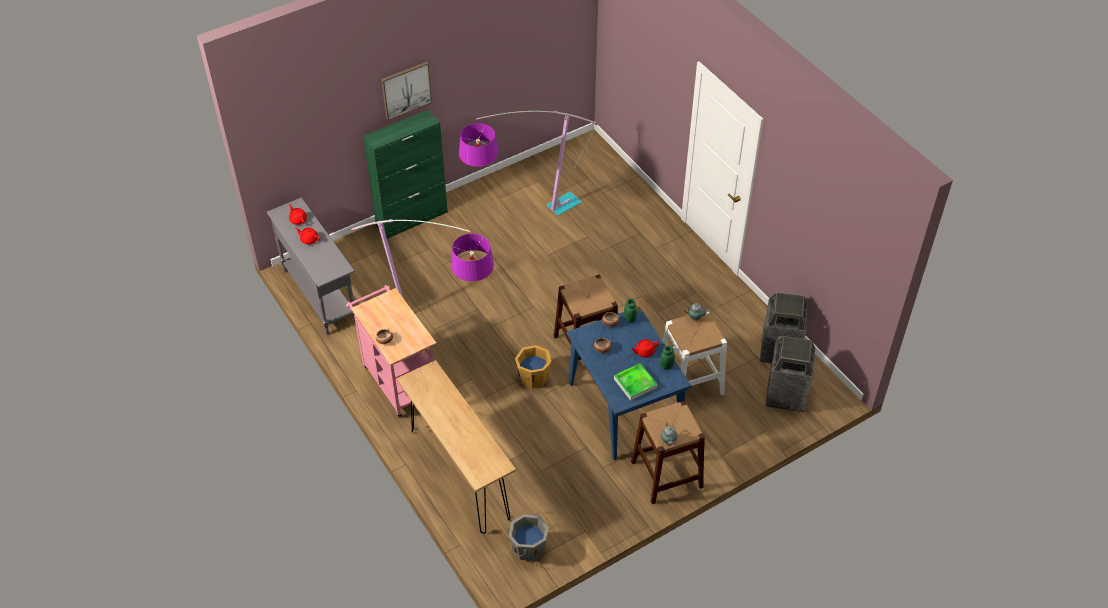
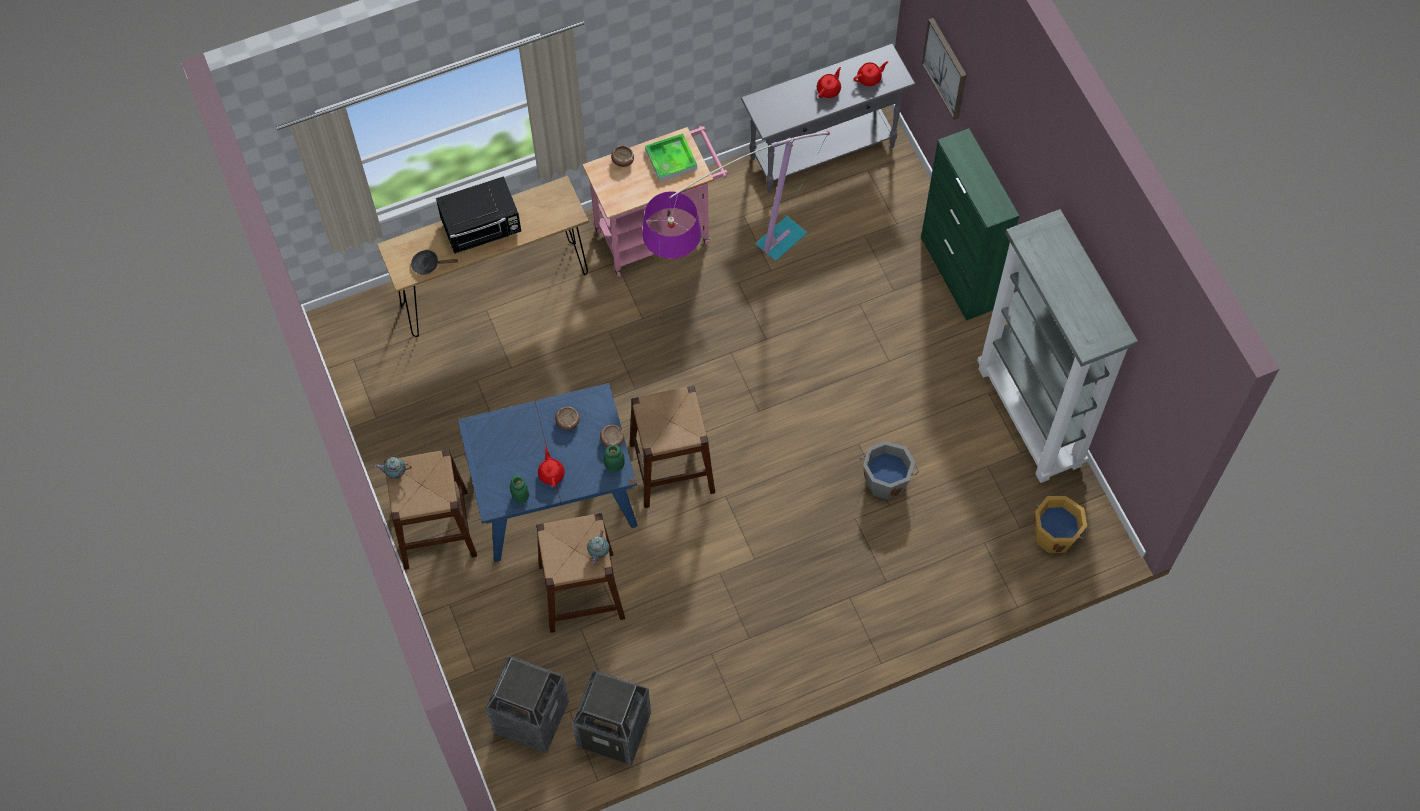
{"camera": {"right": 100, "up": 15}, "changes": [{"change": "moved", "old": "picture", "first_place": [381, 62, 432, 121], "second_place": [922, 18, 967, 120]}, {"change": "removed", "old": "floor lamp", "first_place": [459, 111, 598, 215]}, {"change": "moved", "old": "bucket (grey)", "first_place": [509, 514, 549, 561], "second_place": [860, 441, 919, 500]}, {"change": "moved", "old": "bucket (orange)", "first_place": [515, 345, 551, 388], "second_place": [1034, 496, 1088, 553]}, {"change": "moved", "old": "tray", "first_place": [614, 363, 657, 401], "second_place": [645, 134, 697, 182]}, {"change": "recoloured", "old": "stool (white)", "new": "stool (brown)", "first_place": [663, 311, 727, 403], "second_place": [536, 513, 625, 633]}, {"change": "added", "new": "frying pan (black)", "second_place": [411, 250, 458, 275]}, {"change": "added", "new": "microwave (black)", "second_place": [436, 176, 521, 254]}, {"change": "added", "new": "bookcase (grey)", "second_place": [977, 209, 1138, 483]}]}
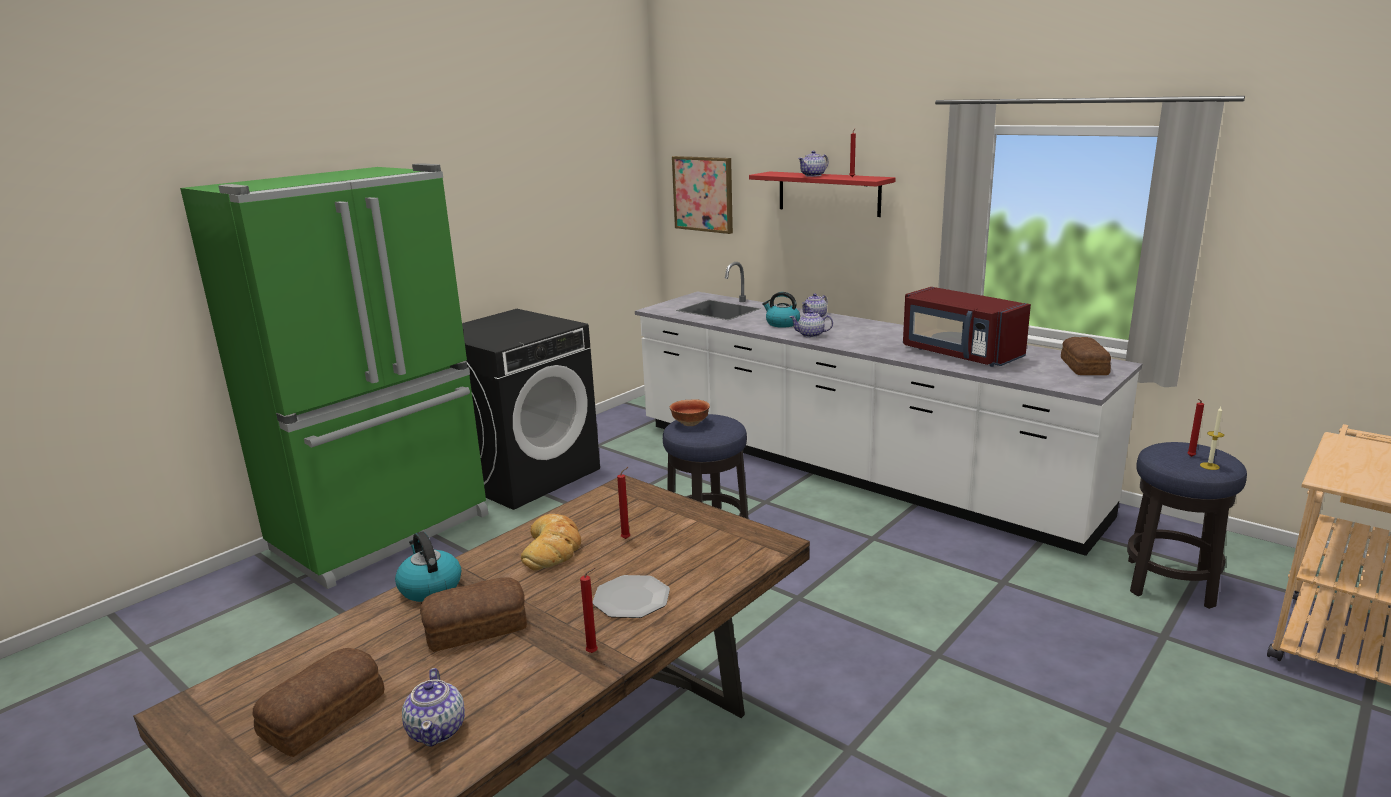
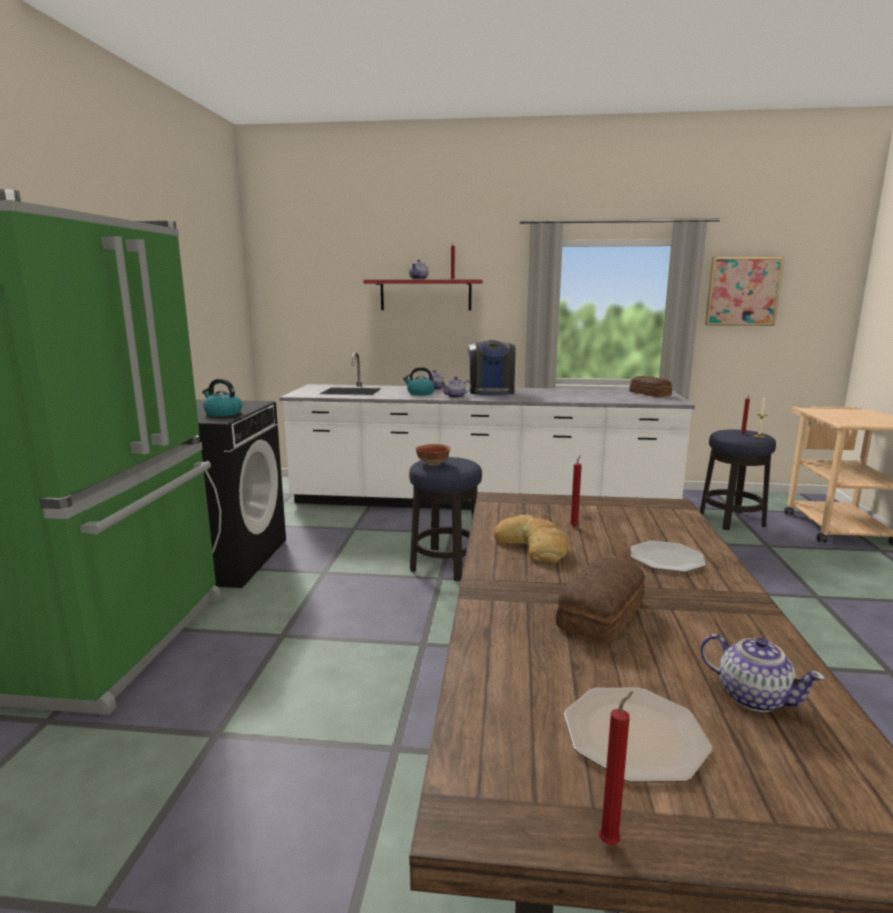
{"camera": {"right": -35, "up": -5}, "changes": [{"change": "replaced", "old": "bread", "new": "plate", "first_place": [253, 648, 385, 757], "second_place": [564, 687, 712, 782]}, {"change": "moved", "old": "kettle", "first_place": [395, 531, 461, 602], "second_place": [202, 379, 242, 417]}, {"change": "moved", "old": "candle (red)", "first_place": [580, 568, 598, 653], "second_place": [599, 691, 633, 845]}, {"change": "moved", "old": "picture", "first_place": [672, 156, 733, 234], "second_place": [705, 257, 784, 326]}, {"change": "removed", "old": "microwave (red)", "first_place": [903, 287, 1031, 367]}, {"change": "added", "new": "coffee machine", "second_place": [468, 340, 516, 395]}]}
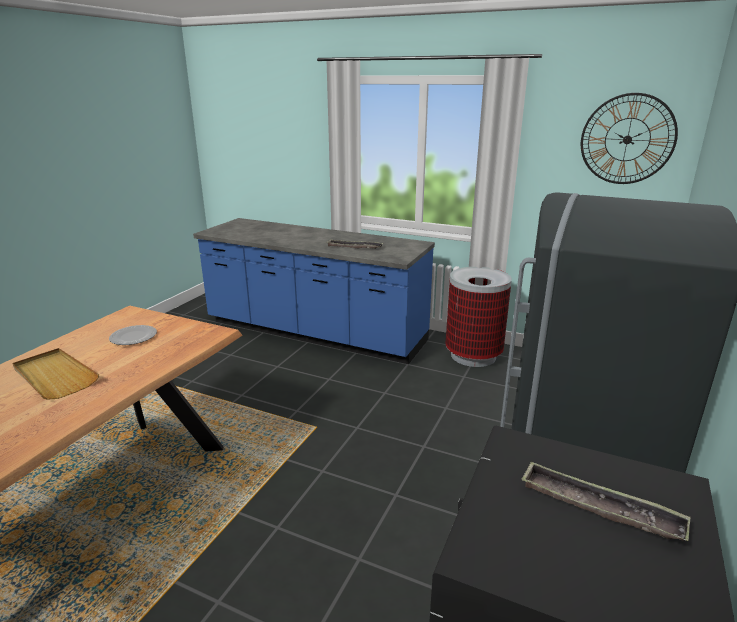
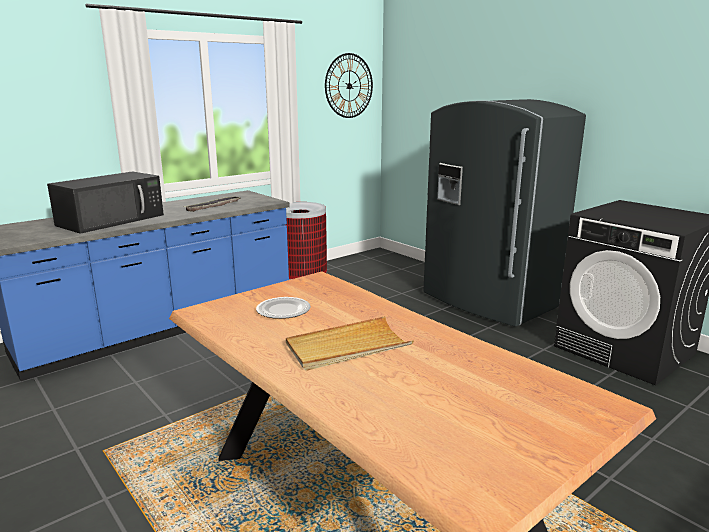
{"camera": {"right": -65, "up": -5}, "changes": [{"change": "removed", "old": "tray", "first_place": [521, 461, 691, 541]}, {"change": "added", "new": "microwave (black)", "second_place": [47, 171, 164, 234]}]}
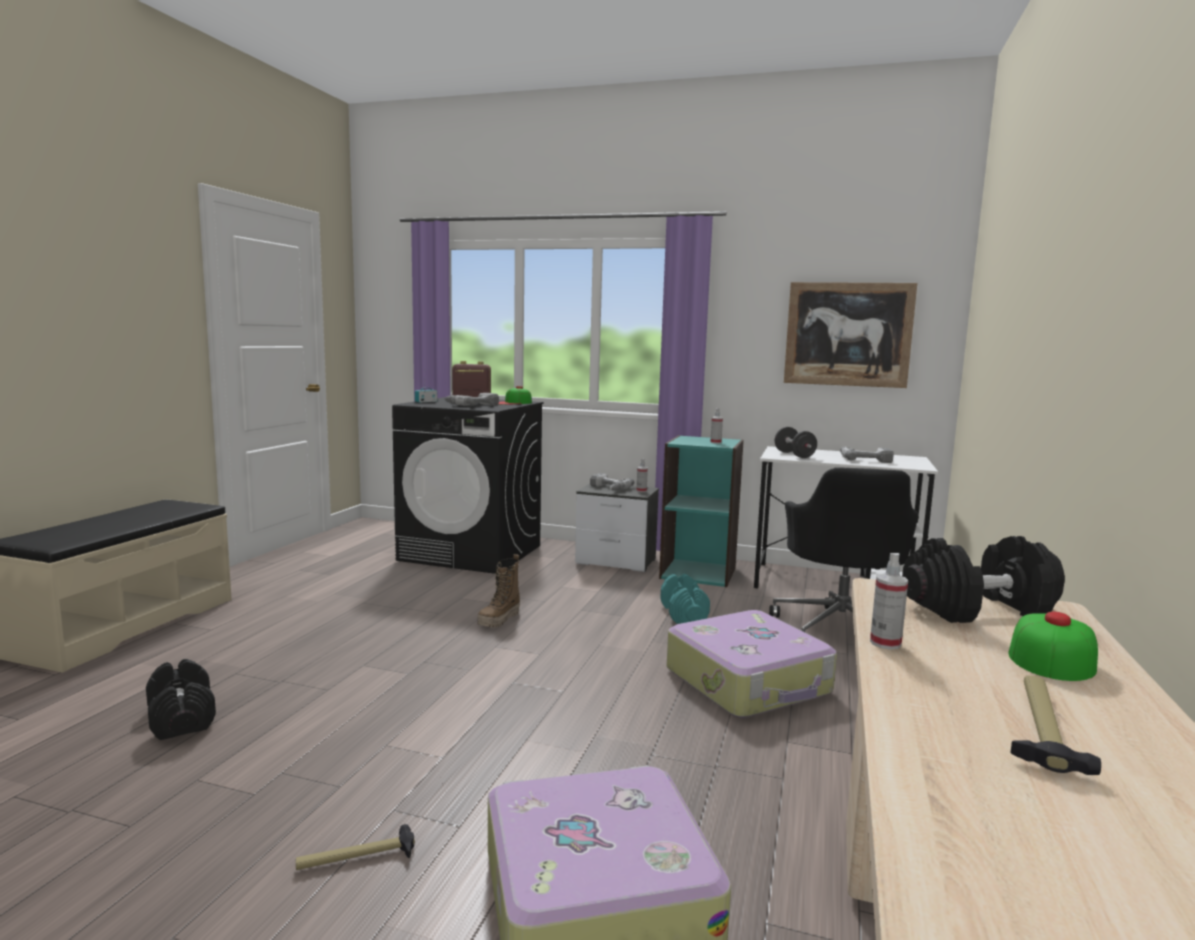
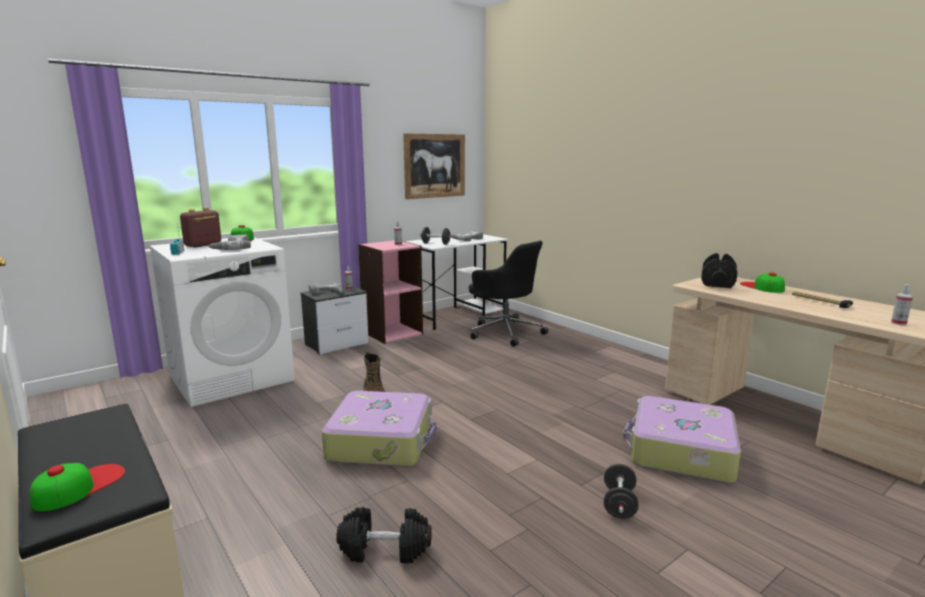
{"camera": {"right": -55, "up": 5}, "changes": [{"change": "replaced", "old": "hammer", "new": "dumbbell (black)", "first_place": [296, 824, 415, 870], "second_place": [604, 464, 639, 519]}, {"change": "recoloured", "old": "washing machine (black)", "new": "washing machine (white)", "first_place": [392, 397, 543, 574], "second_place": [150, 237, 295, 407]}, {"change": "recoloured", "old": "bookcase (turquoise)", "new": "bookcase (pink)", "first_place": [659, 435, 744, 587], "second_place": [358, 240, 423, 344]}, {"change": "removed", "old": "dumbbell (turquoise)", "first_place": [660, 574, 710, 623]}, {"change": "moved", "old": "suitcase", "first_place": [667, 610, 837, 718], "second_place": [322, 391, 437, 467]}, {"change": "moved", "old": "spray bottle", "first_place": [870, 553, 908, 650], "second_place": [891, 284, 913, 325]}, {"change": "added", "new": "cap", "second_place": [29, 463, 125, 511]}]}
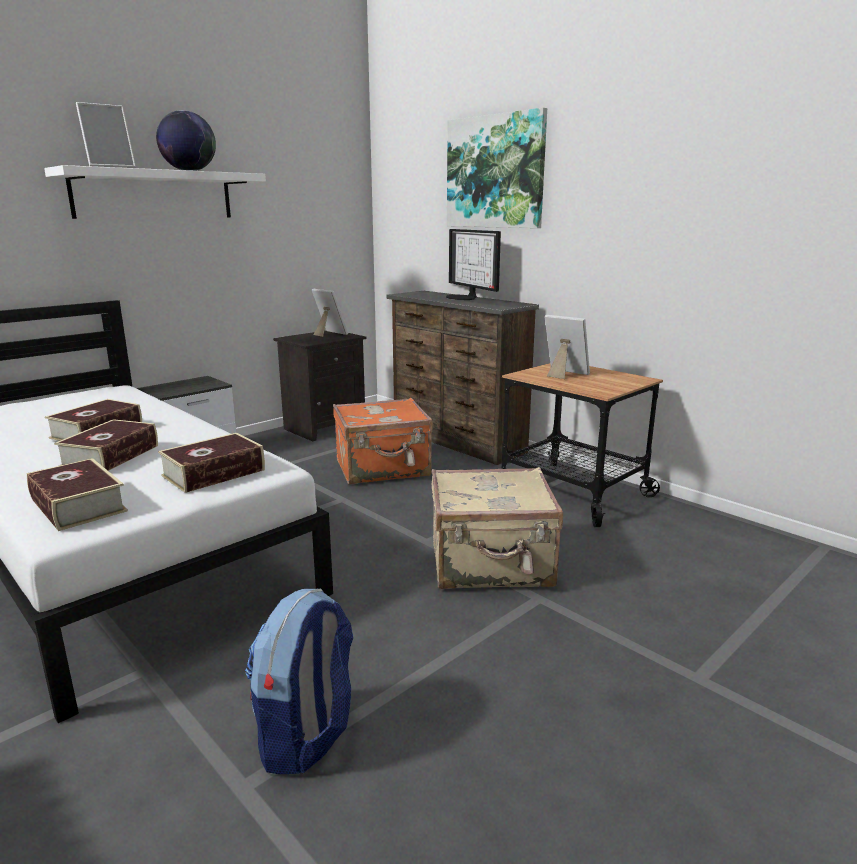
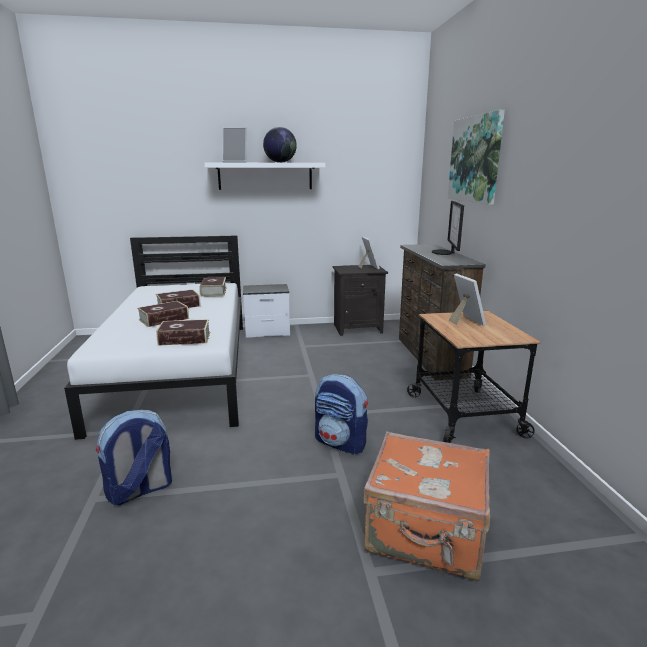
{"camera": {"right": 35, "up": 0}, "changes": [{"change": "moved", "old": "book", "first_place": [27, 458, 128, 531], "second_place": [199, 277, 227, 297]}, {"change": "moved", "old": "suitcase (orange)", "first_place": [333, 398, 433, 485], "second_place": [363, 431, 490, 581]}, {"change": "replaced", "old": "suitcase (beige)", "new": "backpack", "first_place": [432, 467, 563, 589], "second_place": [315, 374, 368, 455]}]}
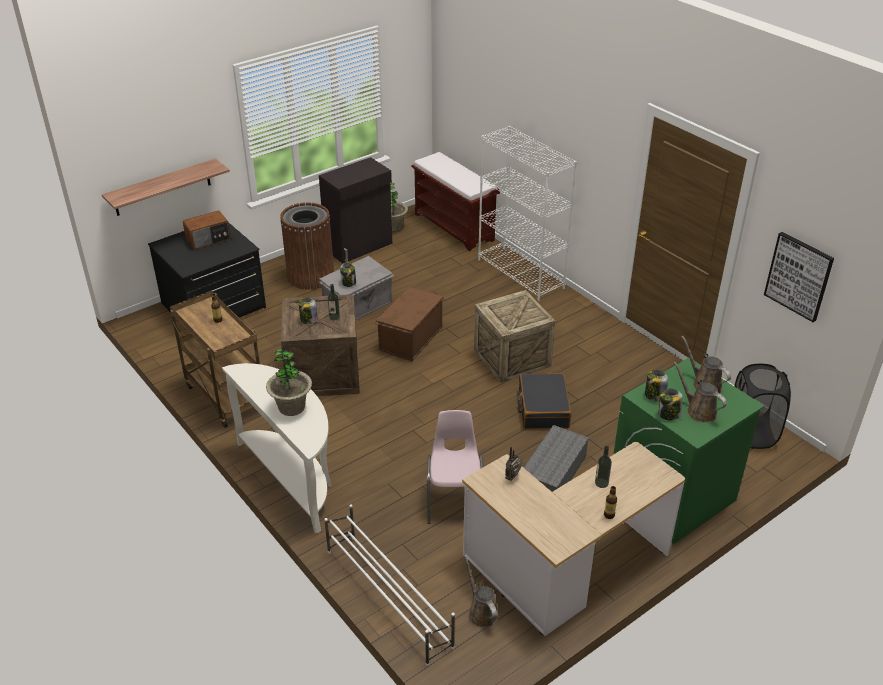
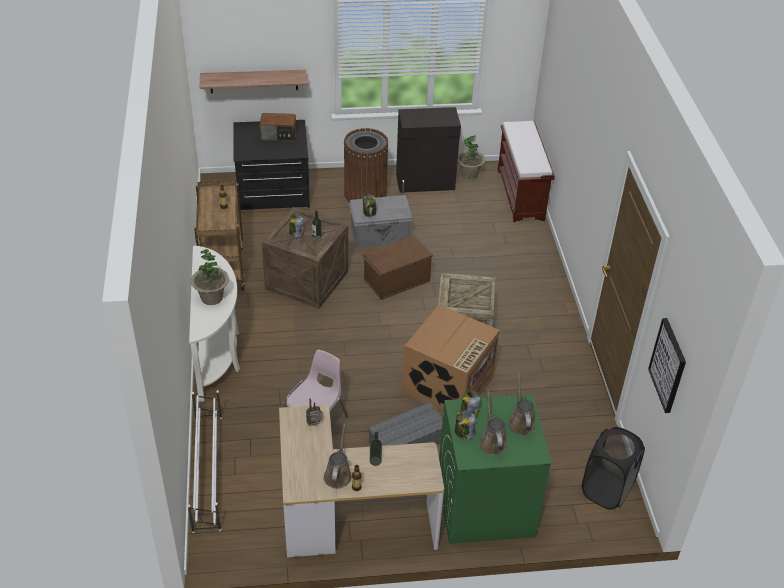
{"camera": {"right": 30, "up": 5}, "changes": [{"change": "moved", "old": "watering can (brown)", "first_place": [465, 557, 499, 628], "second_place": [324, 424, 352, 489]}, {"change": "removed", "old": "bookcase (white)", "first_place": [478, 126, 577, 301]}, {"change": "replaced", "old": "suitcase (black)", "new": "cardboard box", "first_place": [518, 373, 571, 429], "second_place": [402, 305, 500, 411]}]}
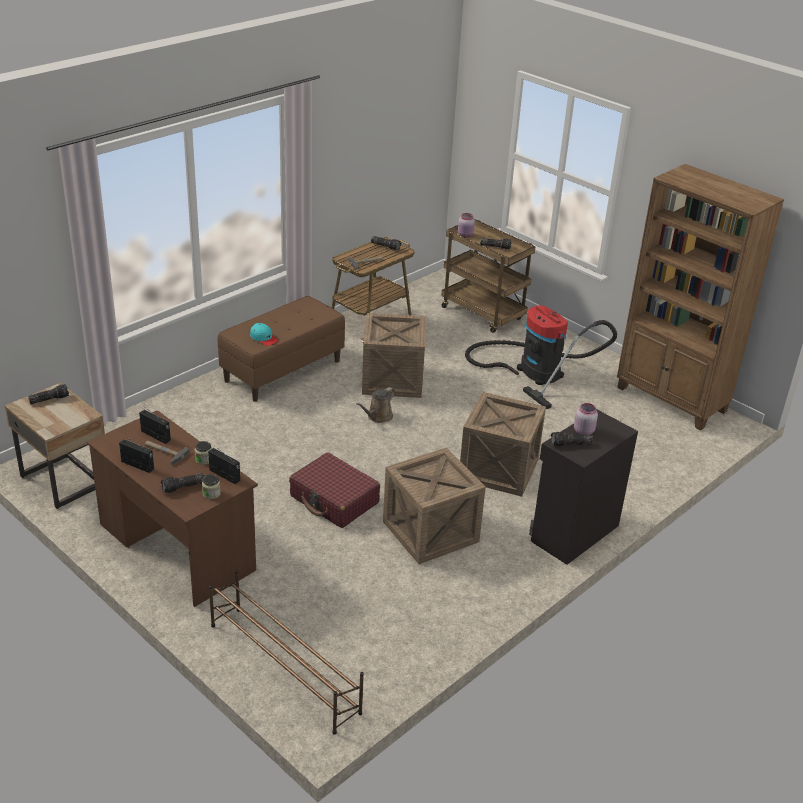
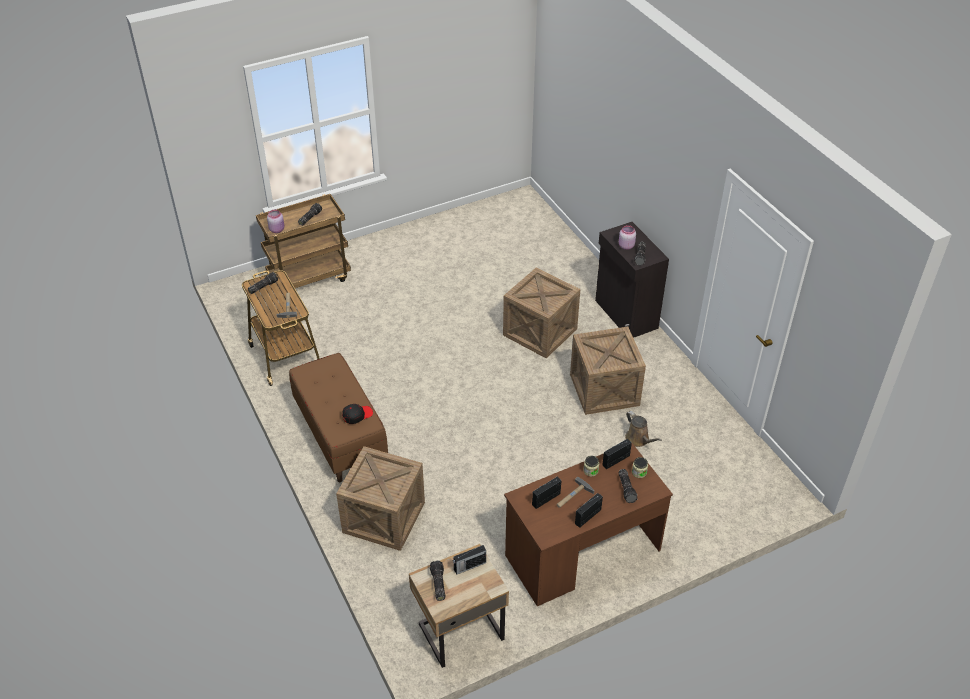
{"camera": {"right": -70, "up": 10}, "changes": [{"change": "removed", "old": "shoe rack (brown)", "first_place": [209, 570, 364, 735]}, {"change": "recoloured", "old": "cap (turquoise)", "new": "cap (black)", "first_place": [250, 323, 278, 346], "second_place": [342, 404, 373, 424]}, {"change": "removed", "old": "suitcase (red)", "first_place": [289, 452, 380, 528]}, {"change": "moved", "old": "watering can (brown)", "first_place": [356, 387, 395, 423], "second_place": [625, 411, 662, 447]}, {"change": "moved", "old": "crate", "first_place": [362, 313, 426, 398], "second_place": [336, 446, 425, 551]}, {"change": "removed", "old": "vacuum cleaner", "first_place": [465, 305, 617, 409]}, {"change": "removed", "old": "bookcase (brown)", "first_place": [617, 164, 784, 430]}, {"change": "added", "new": "radio", "second_place": [453, 545, 486, 574]}]}
